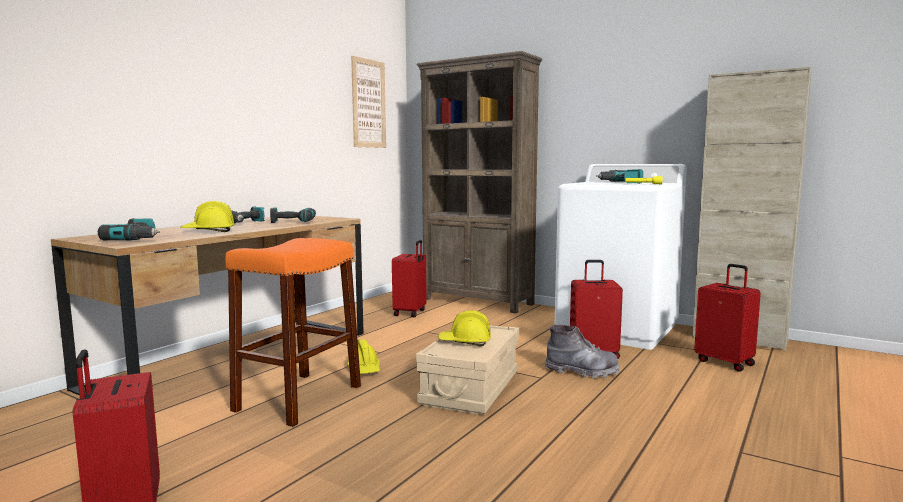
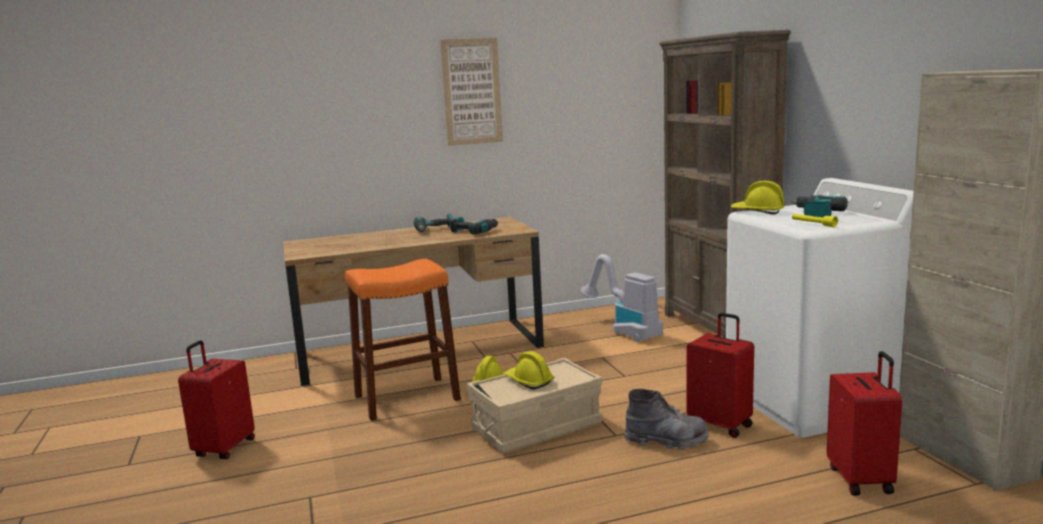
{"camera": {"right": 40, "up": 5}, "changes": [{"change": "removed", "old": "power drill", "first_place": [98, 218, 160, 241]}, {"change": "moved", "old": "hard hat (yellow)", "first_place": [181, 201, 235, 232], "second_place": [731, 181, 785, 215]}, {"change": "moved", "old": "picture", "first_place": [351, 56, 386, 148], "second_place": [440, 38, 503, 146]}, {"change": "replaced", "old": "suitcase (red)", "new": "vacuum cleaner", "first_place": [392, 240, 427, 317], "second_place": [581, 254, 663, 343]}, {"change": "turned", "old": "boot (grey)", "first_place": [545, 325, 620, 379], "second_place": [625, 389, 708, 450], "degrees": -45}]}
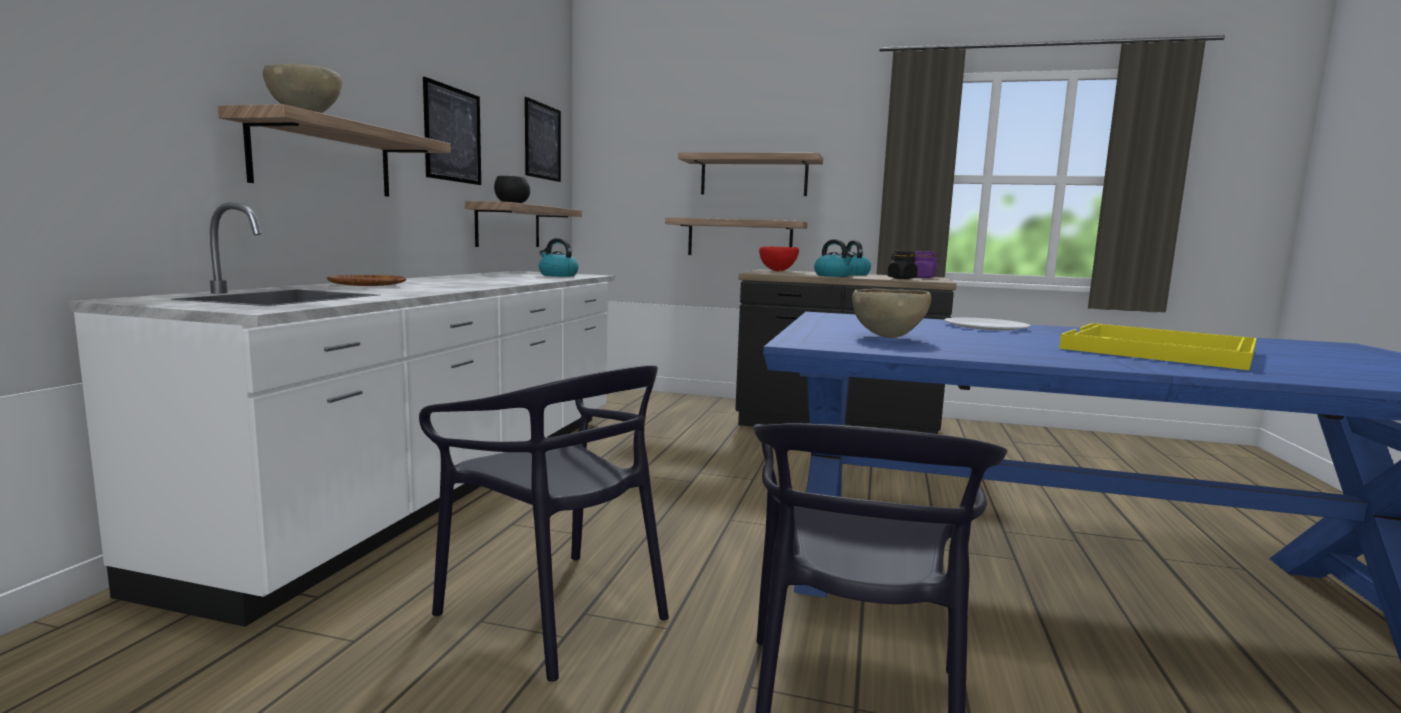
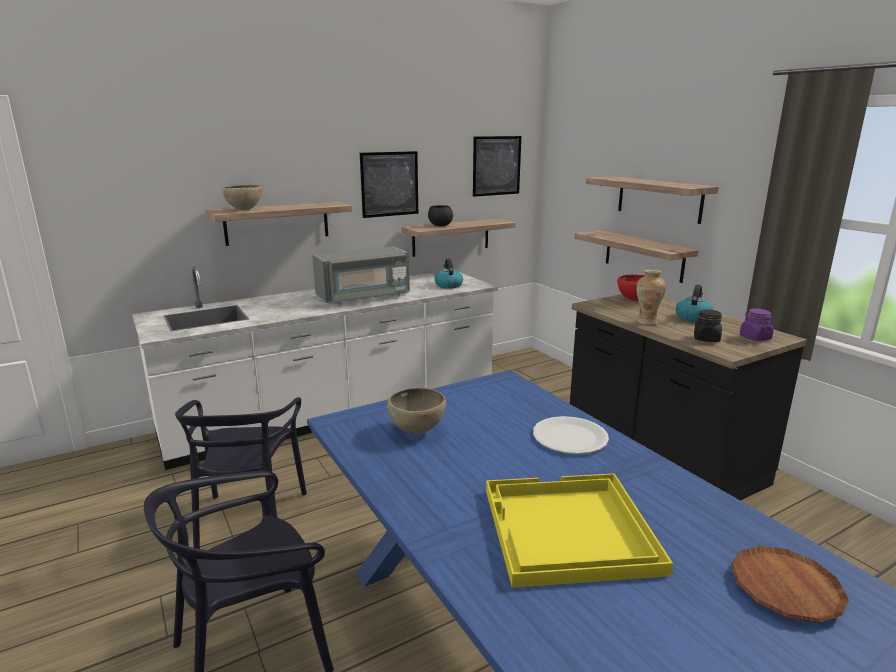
{"camera": {"right": 45, "up": 10}, "changes": [{"change": "moved", "old": "plate (brown)", "first_place": [327, 275, 407, 286], "second_place": [731, 546, 849, 623]}, {"change": "replaced", "old": "kettle", "new": "vase", "first_place": [814, 239, 854, 277], "second_place": [636, 270, 666, 325]}, {"change": "added", "new": "microwave (grey)", "second_place": [312, 247, 410, 304]}]}
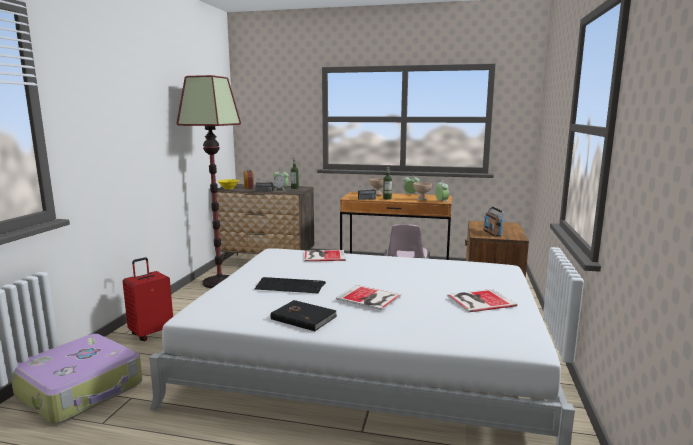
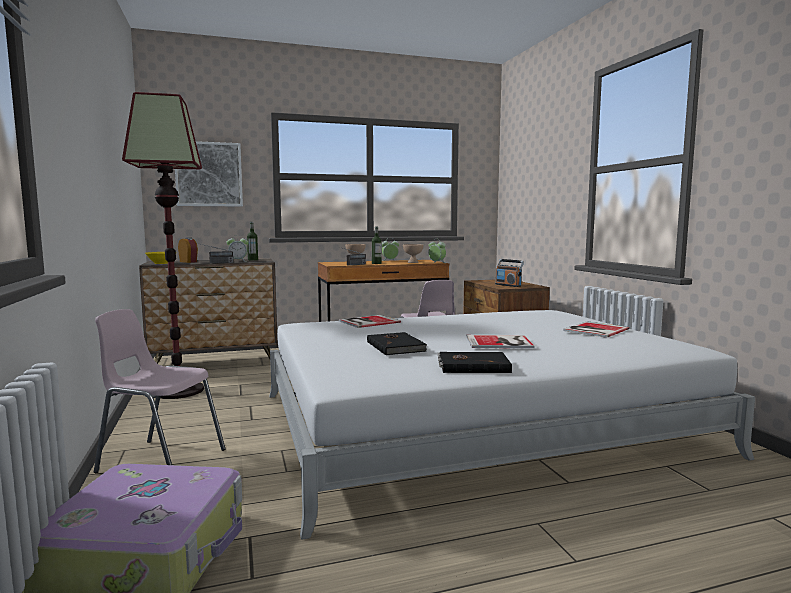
{"camera": {"right": -30, "up": -5}, "changes": [{"change": "replaced", "old": "suitcase (red)", "new": "chair (pink)", "first_place": [123, 257, 173, 341], "second_place": [94, 309, 226, 473]}, {"change": "replaced", "old": "keyboard", "new": "book (black)", "first_place": [255, 277, 326, 293], "second_place": [367, 332, 427, 355]}, {"change": "added", "new": "picture", "second_place": [175, 141, 243, 207]}]}
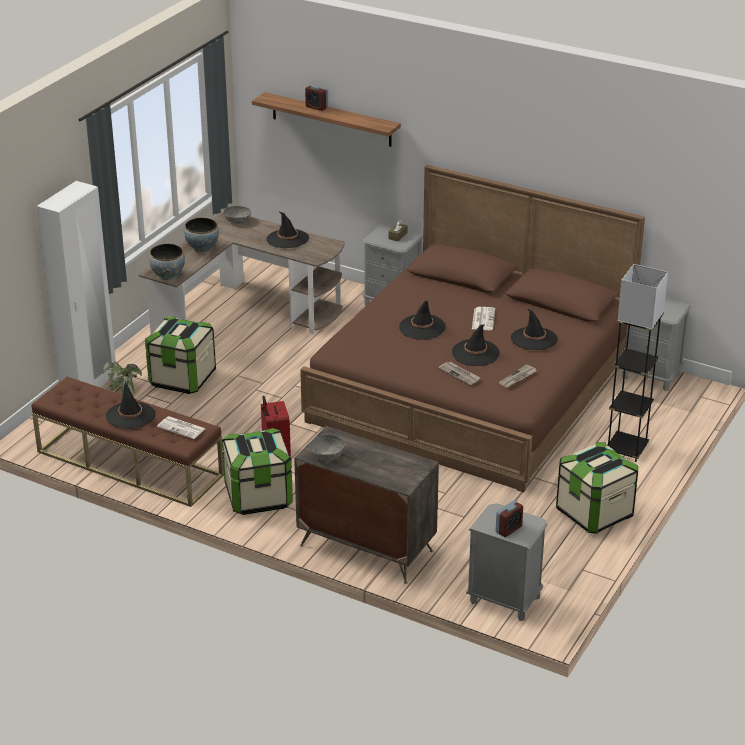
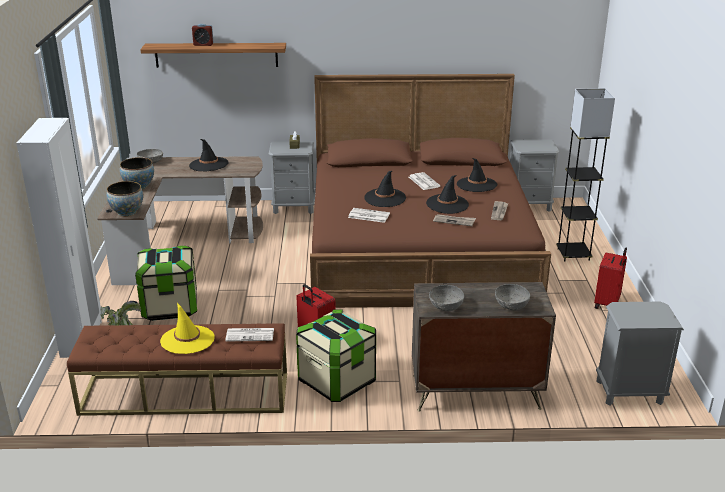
{"camera": {"right": -30, "up": -5}, "changes": [{"change": "recoloured", "old": "hat (black)", "new": "hat (yellow)", "first_place": [106, 381, 155, 429], "second_place": [160, 303, 215, 354]}, {"change": "removed", "old": "alarm clock", "first_place": [496, 501, 523, 537]}, {"change": "replaced", "old": "storage box", "new": "suitcase (red)", "first_place": [556, 442, 638, 534], "second_place": [594, 247, 627, 309]}, {"change": "added", "new": "newspaper", "second_place": [348, 208, 390, 223]}, {"change": "added", "new": "bowl (grey)", "second_place": [495, 284, 530, 310]}]}
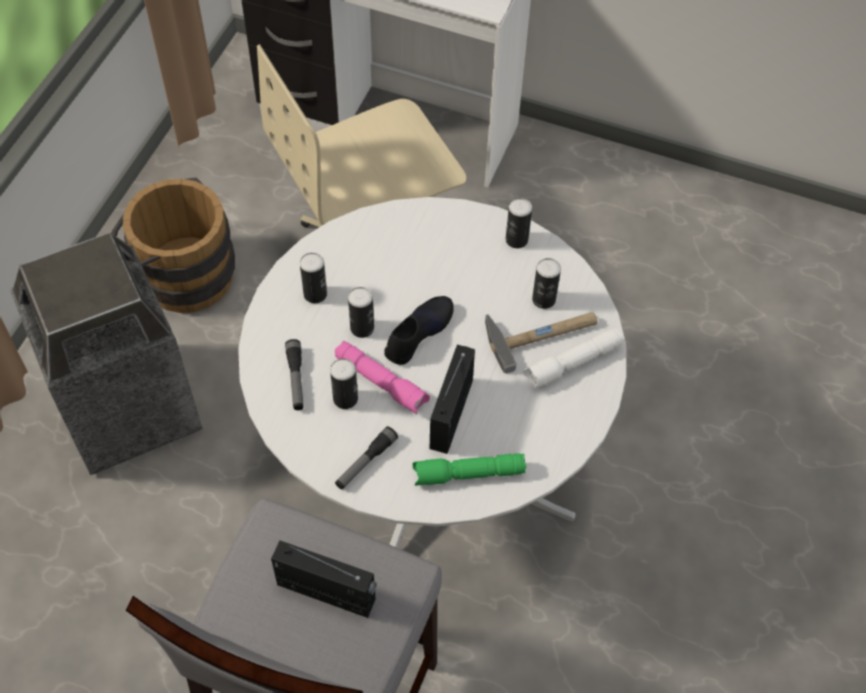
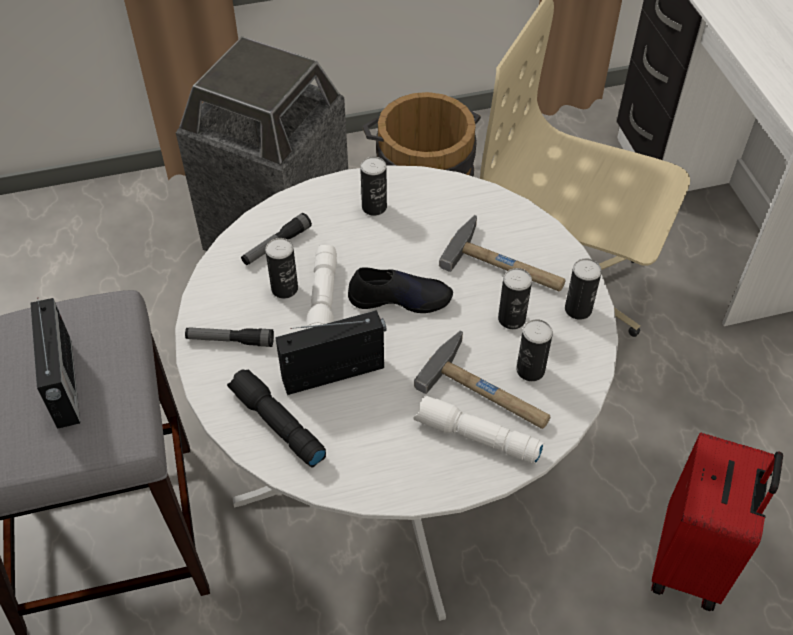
{"camera": {"right": 55, "up": -5}, "changes": [{"change": "recoloured", "old": "flashlight (pink)", "new": "flashlight (white)", "first_place": [335, 341, 430, 414], "second_place": [306, 245, 337, 329]}, {"change": "moved", "old": "can", "first_place": [348, 287, 374, 338], "second_place": [498, 268, 532, 329]}, {"change": "recoloured", "old": "flashlight (green)", "new": "flashlight (black)", "first_place": [413, 453, 527, 486], "second_place": [227, 369, 326, 468]}, {"change": "added", "new": "hammer", "second_place": [439, 215, 566, 291]}, {"change": "added", "new": "suitcase (red)", "second_place": [651, 432, 783, 611]}]}
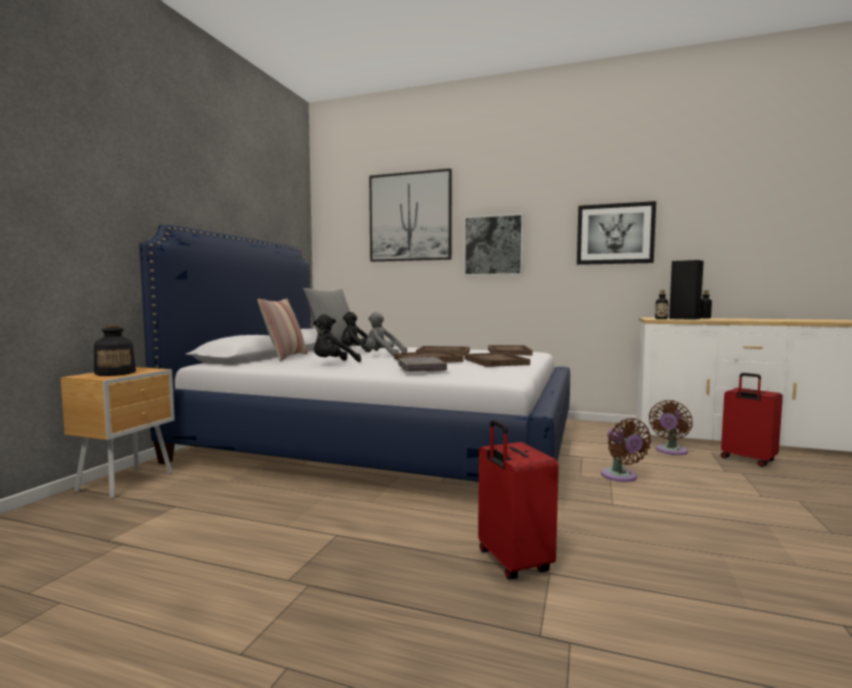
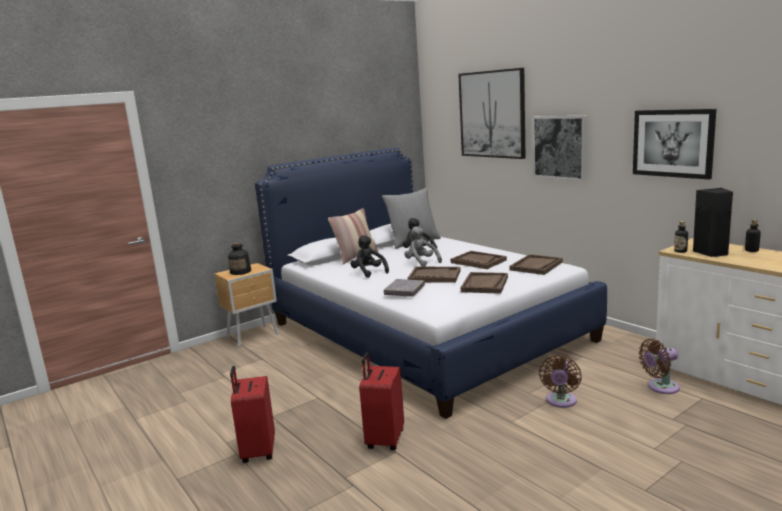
{"camera": {"right": 35, "up": 10}, "changes": [{"change": "turned", "old": "plush toy (black)", "first_place": [313, 314, 361, 362], "second_place": [350, 235, 389, 278], "degrees": 60}, {"change": "moved", "old": "suitcase (red)", "first_place": [721, 373, 783, 467], "second_place": [230, 366, 275, 463]}]}
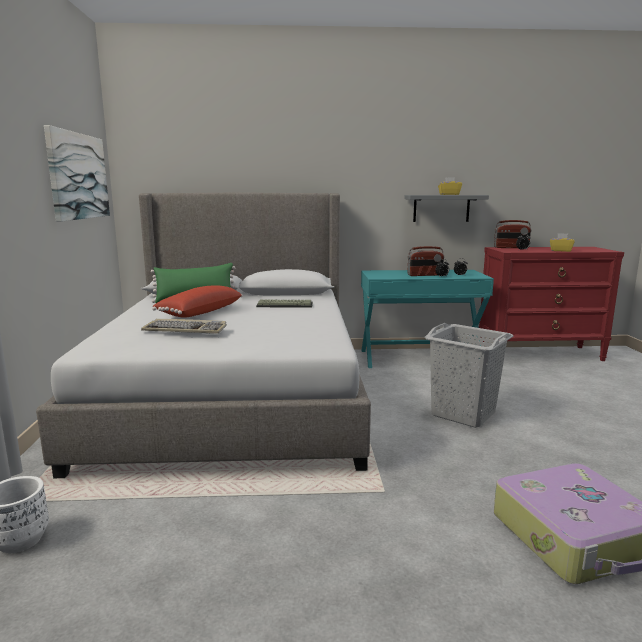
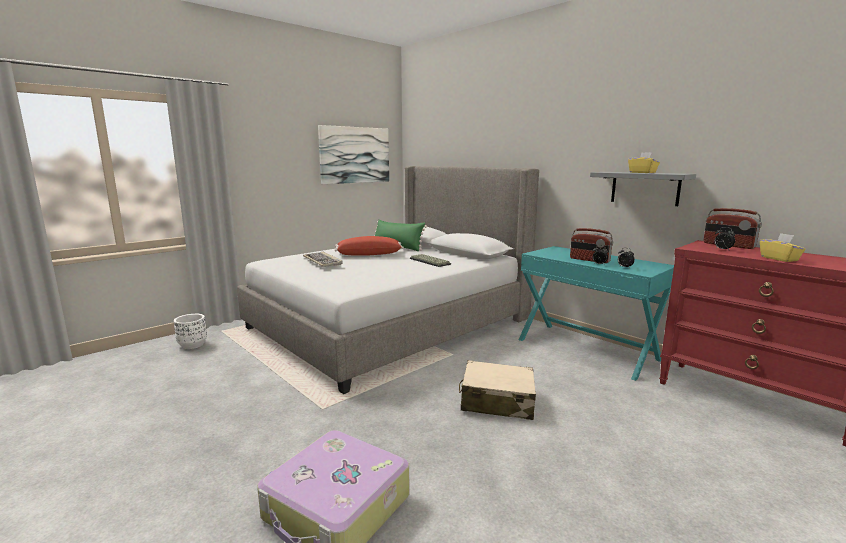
{"camera": {"right": 50, "up": 0}, "changes": [{"change": "replaced", "old": "laundry basket (grey)", "new": "suitcase (beige)", "first_place": [425, 323, 513, 428], "second_place": [459, 360, 536, 420]}]}
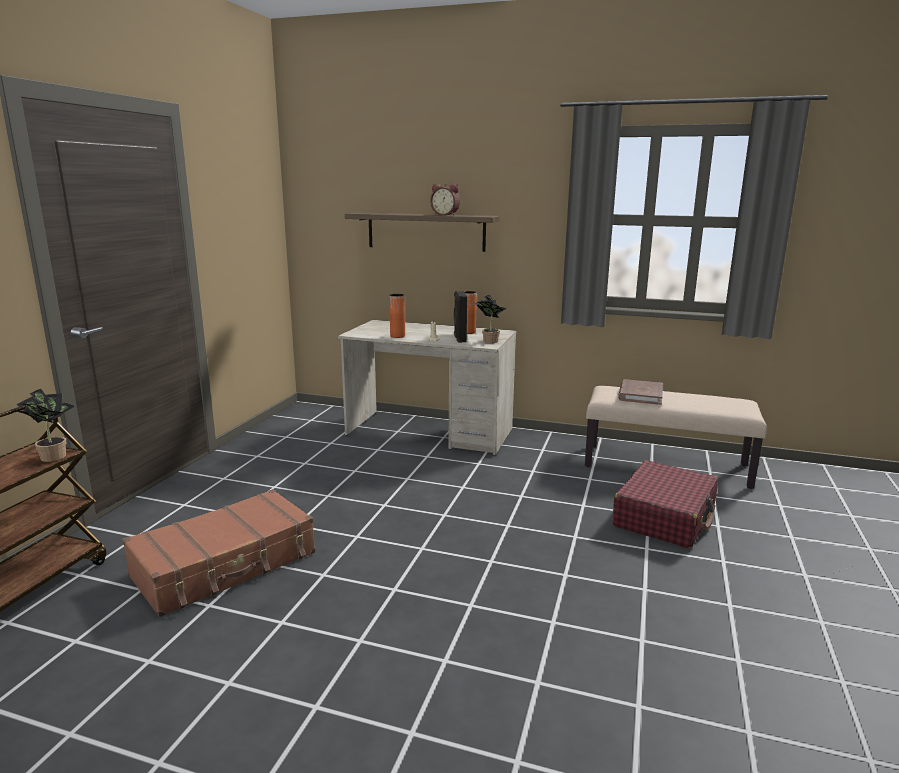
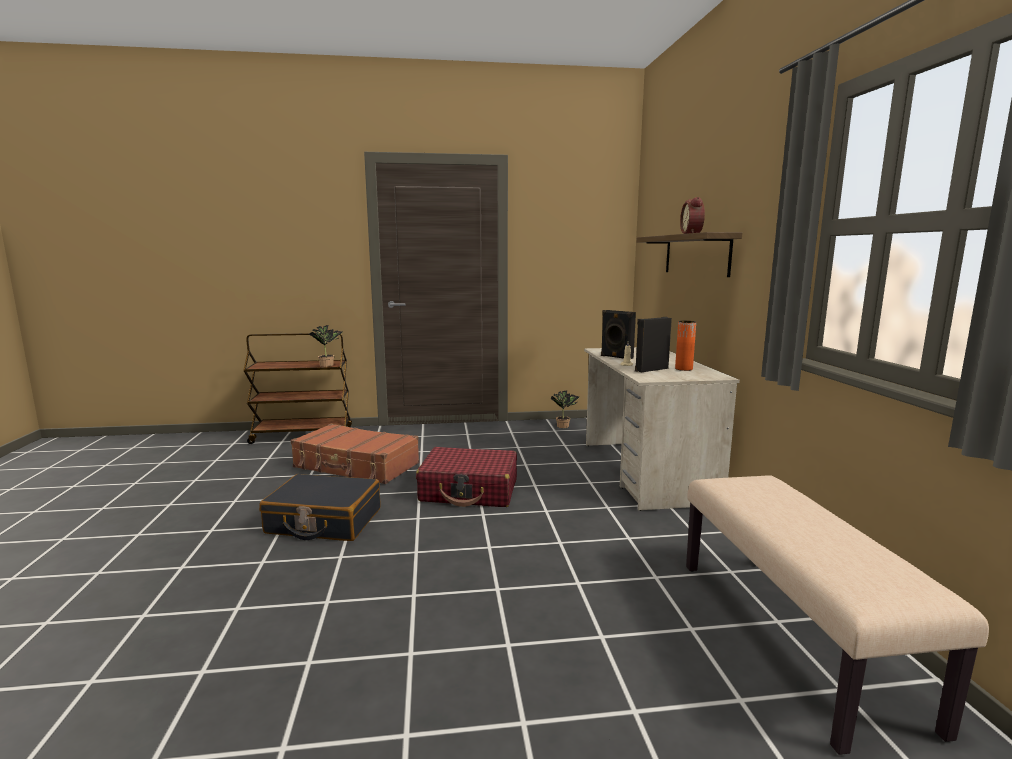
{"camera": {"right": 65, "up": -5}, "changes": [{"change": "replaced", "old": "vase (orange)", "new": "speaker (black)", "first_place": [389, 294, 405, 338], "second_place": [601, 310, 636, 359]}, {"change": "moved", "old": "potted plant", "first_place": [475, 294, 507, 343], "second_place": [551, 390, 579, 428]}, {"change": "moved", "old": "suitcase (red)", "first_place": [612, 460, 718, 548], "second_place": [416, 447, 517, 507]}, {"change": "removed", "old": "book (brown)", "first_place": [618, 379, 663, 405]}, {"change": "added", "new": "suitcase (black)", "second_place": [259, 474, 380, 541]}]}
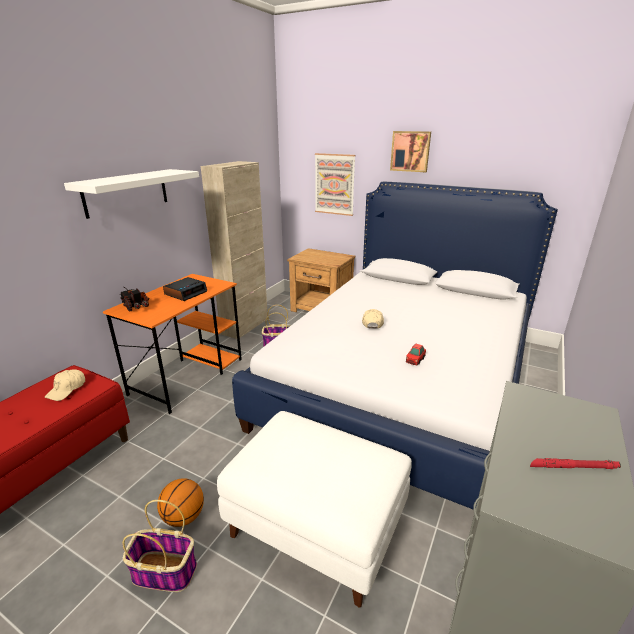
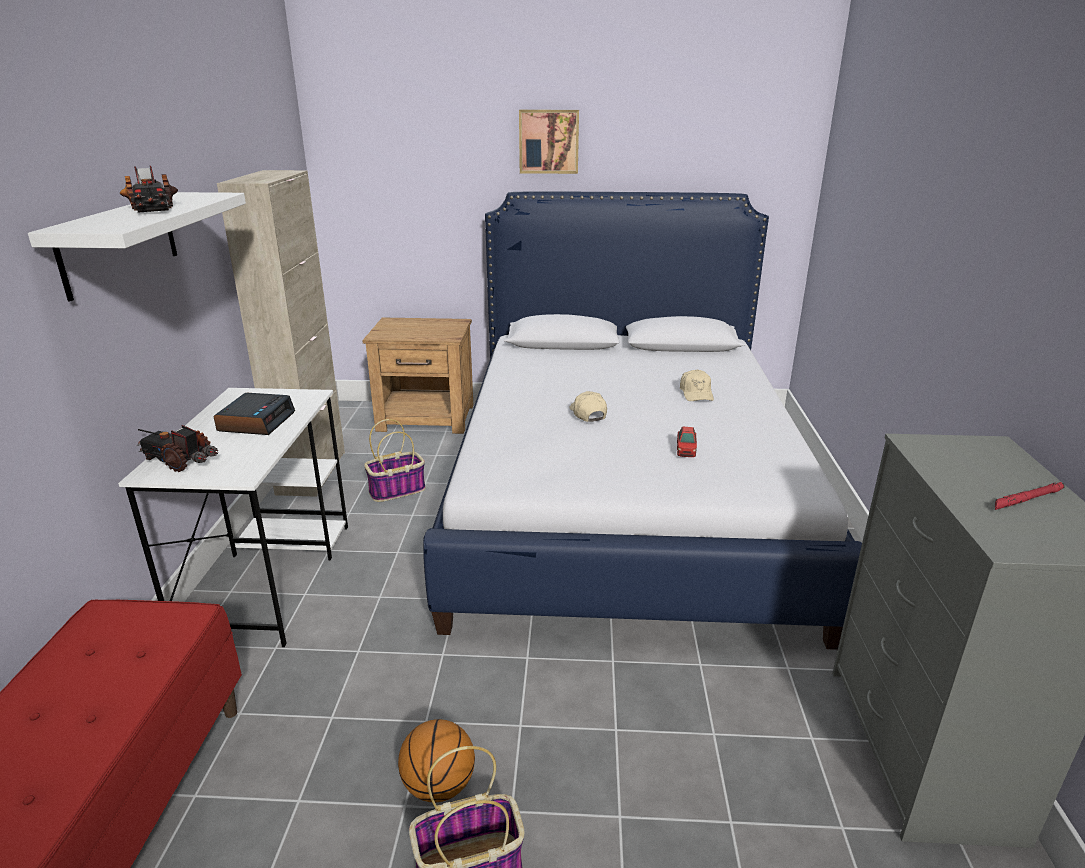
{"camera": {"right": -25, "up": 0}, "changes": [{"change": "moved", "old": "cap (beige)", "first_place": [45, 369, 85, 401], "second_place": [680, 369, 714, 401]}, {"change": "recoloured", "old": "desk (orange)", "new": "desk (white)", "first_place": [103, 274, 242, 414], "second_place": [118, 388, 348, 647]}, {"change": "removed", "old": "ottoman (white)", "first_place": [217, 411, 412, 608]}, {"change": "removed", "old": "picture", "first_place": [315, 153, 355, 216]}, {"change": "added", "new": "toy truck", "second_place": [120, 166, 178, 212]}]}
